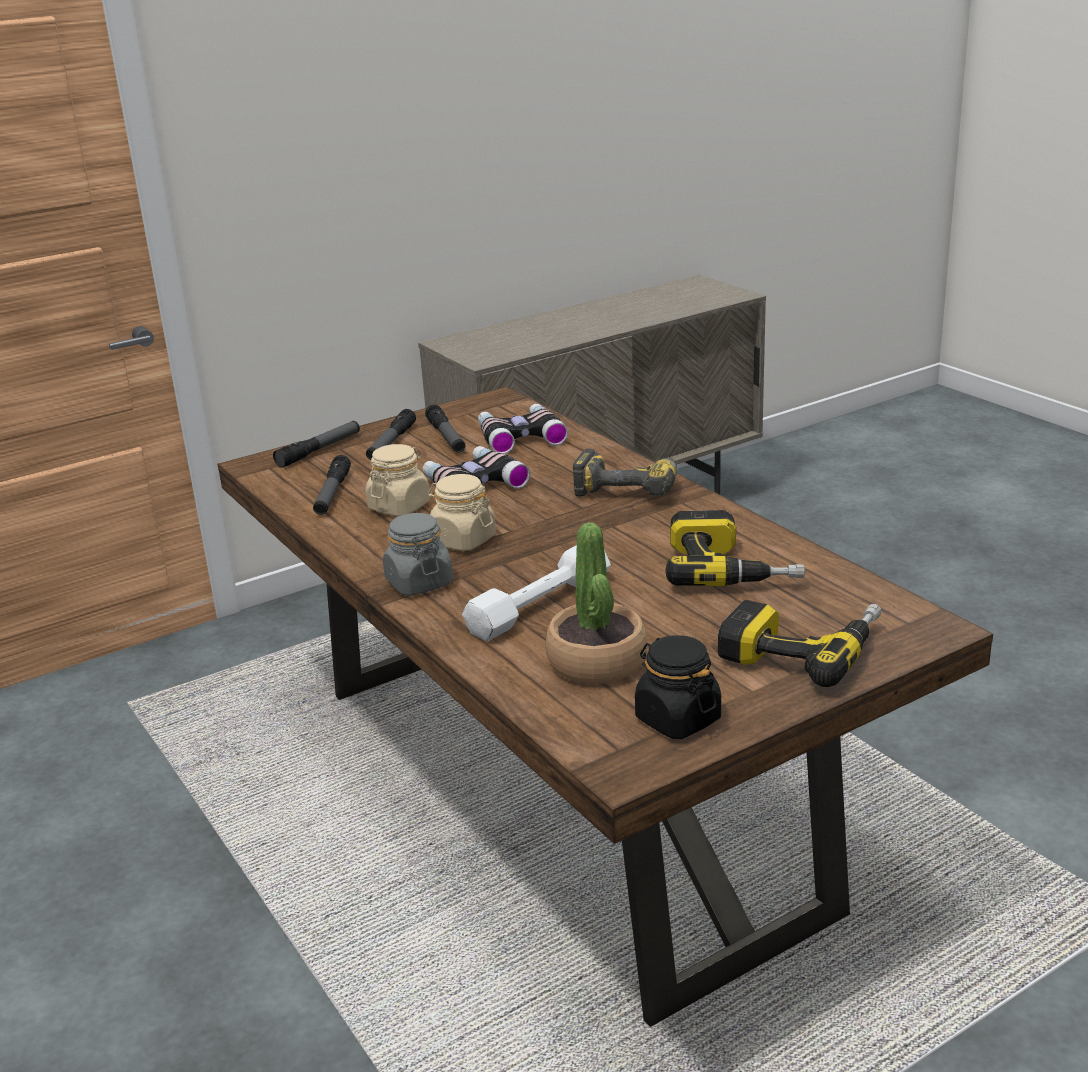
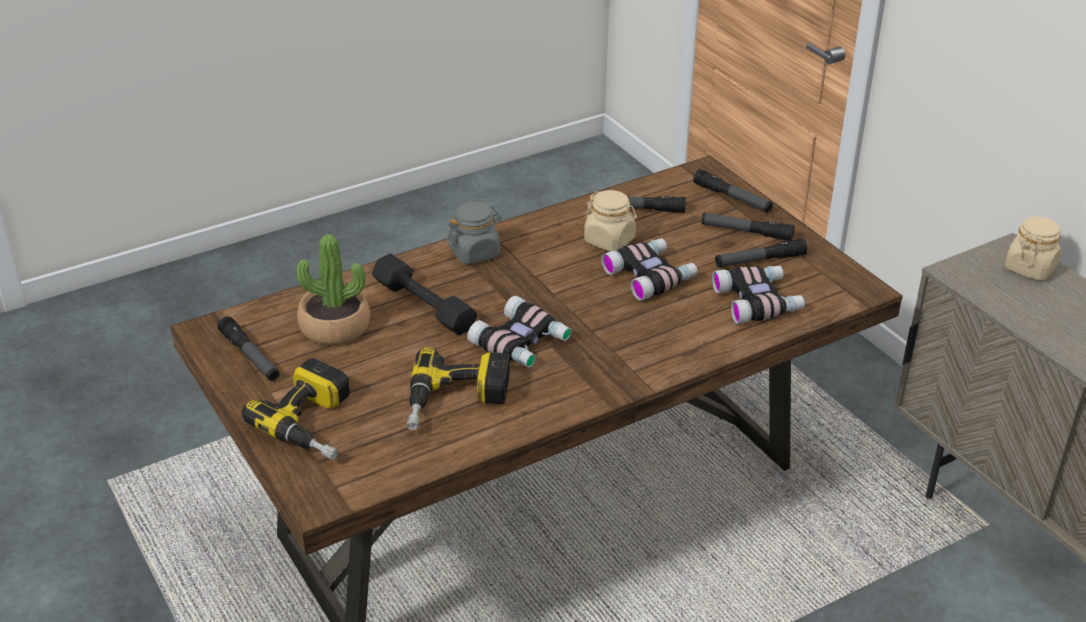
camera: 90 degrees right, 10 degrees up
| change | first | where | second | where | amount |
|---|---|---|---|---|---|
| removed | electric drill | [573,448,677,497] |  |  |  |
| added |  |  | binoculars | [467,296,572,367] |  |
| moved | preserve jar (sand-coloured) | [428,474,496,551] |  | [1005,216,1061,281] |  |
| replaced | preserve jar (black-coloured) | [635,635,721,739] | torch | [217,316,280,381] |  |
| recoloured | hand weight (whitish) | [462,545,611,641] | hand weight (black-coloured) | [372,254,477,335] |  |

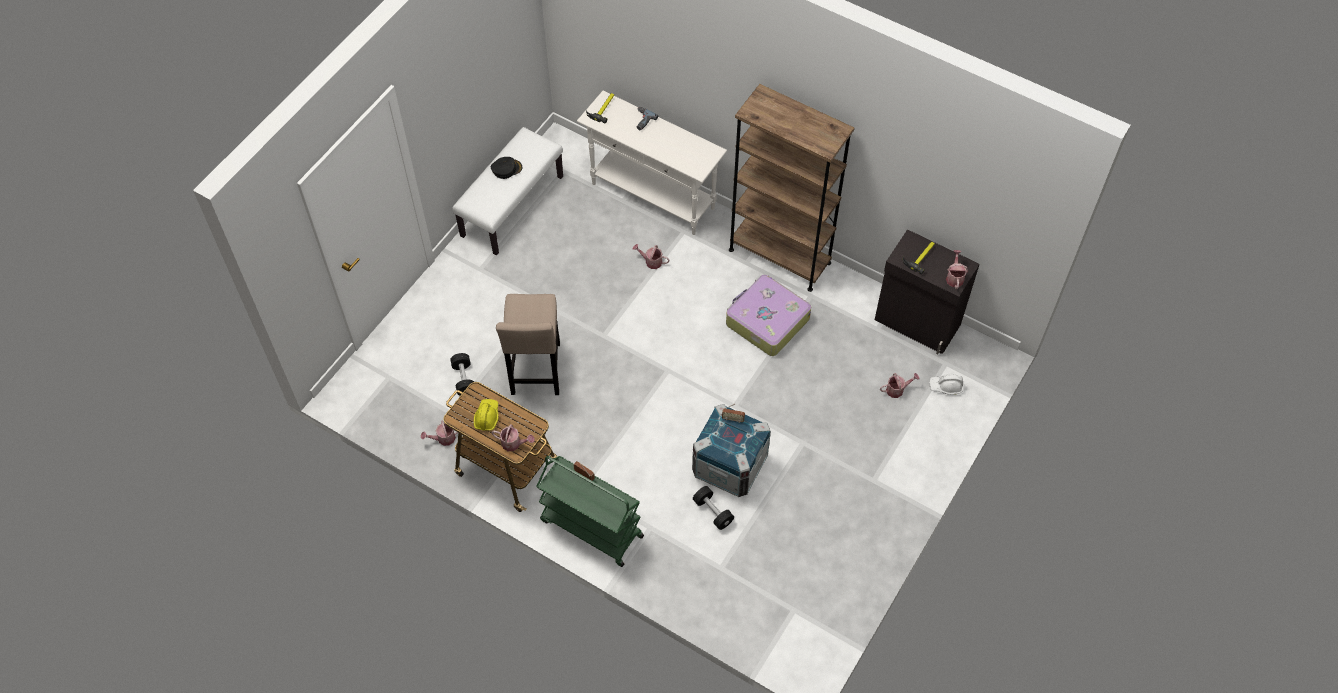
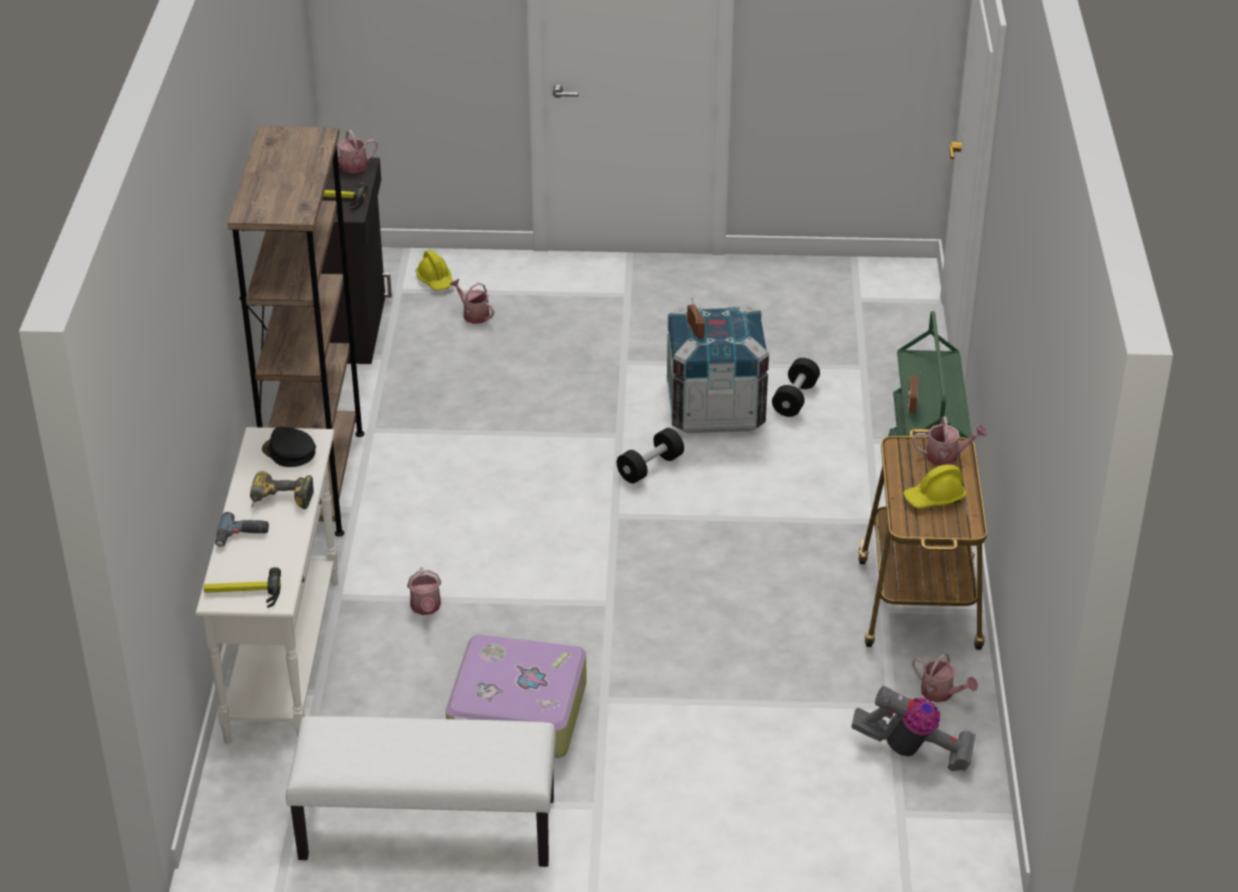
camera: 120 degrees left, 20 degrees down
| change | first | where | second | where | amount |
|---|---|---|---|---|---|
| removed | stool seat (sand-coloured) | [496,294,560,395] |  |  |  |
| added |  |  | electric drill | [250,471,314,509] |  |
| added |  |  | vacuum cleaner | [851,686,975,771] |  |
| moved | hand weight (black-coloured) | [450,353,474,396] |  | [617,428,684,483] |  |
| moved | cap (black-coloured) | [491,157,522,179] |  | [262,426,316,467] |  |
| moved | travel case | [726,275,811,356] |  | [446,635,587,758] |  |
| recoloured | safety helmet (whitish) | [929,373,963,395] | safety helmet (yellow) | [416,250,453,291] |  |
| turned | watering can | [492,424,535,451] |  | [912,416,987,466] | 105 degrees clockwise |

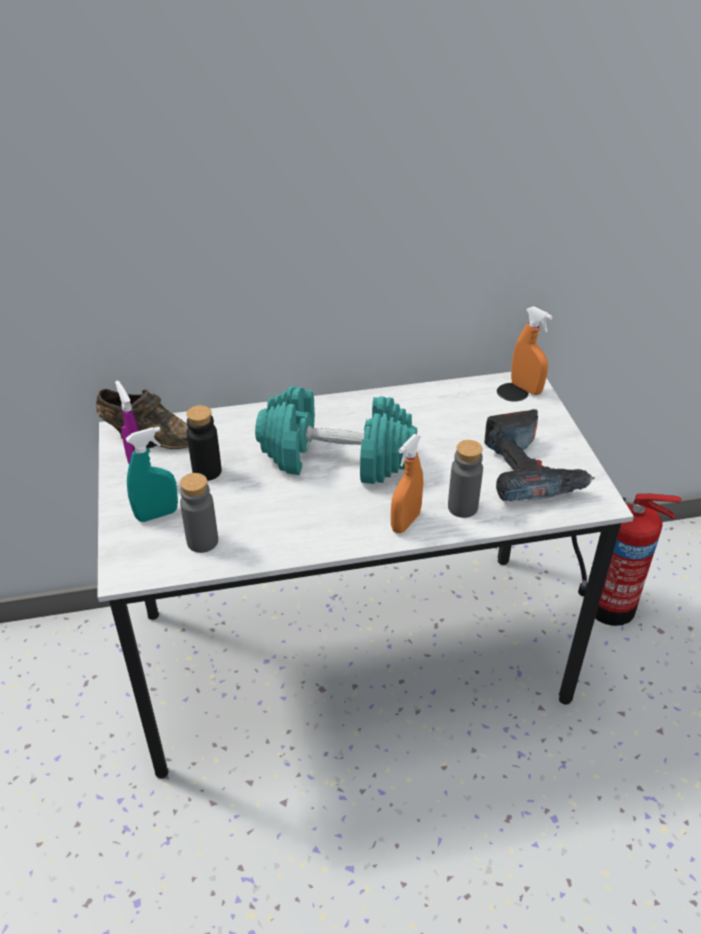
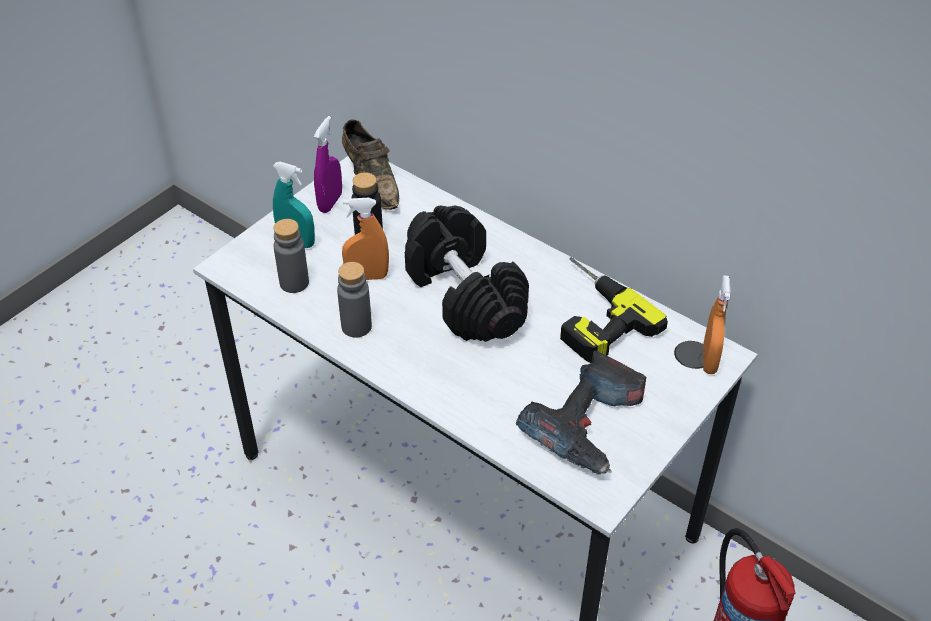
camera: 50 degrees right, 5 degrees up
| change | first | where | second | where | amount |
|---|---|---|---|---|---|
| added |  |  | electric drill | [560,258,668,363] |  |
| moved | spray bottle (orangey) | [391,434,423,533] |  | [342,198,389,280] |  |
| moved | bottle (grey) | [448,440,483,518] |  | [337,262,372,338] |  |
| recoloured | hand weight (blue-green) | [255,387,417,484] | hand weight (black-coloured) | [405,205,529,342] |  |

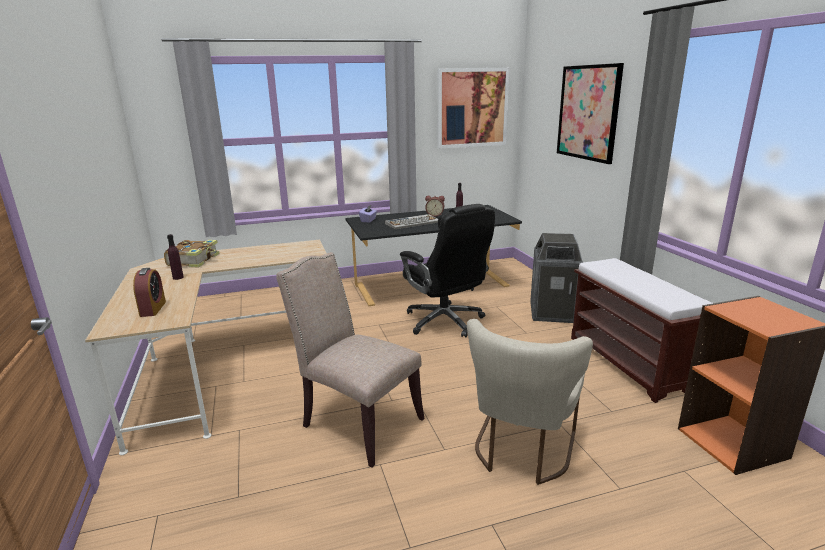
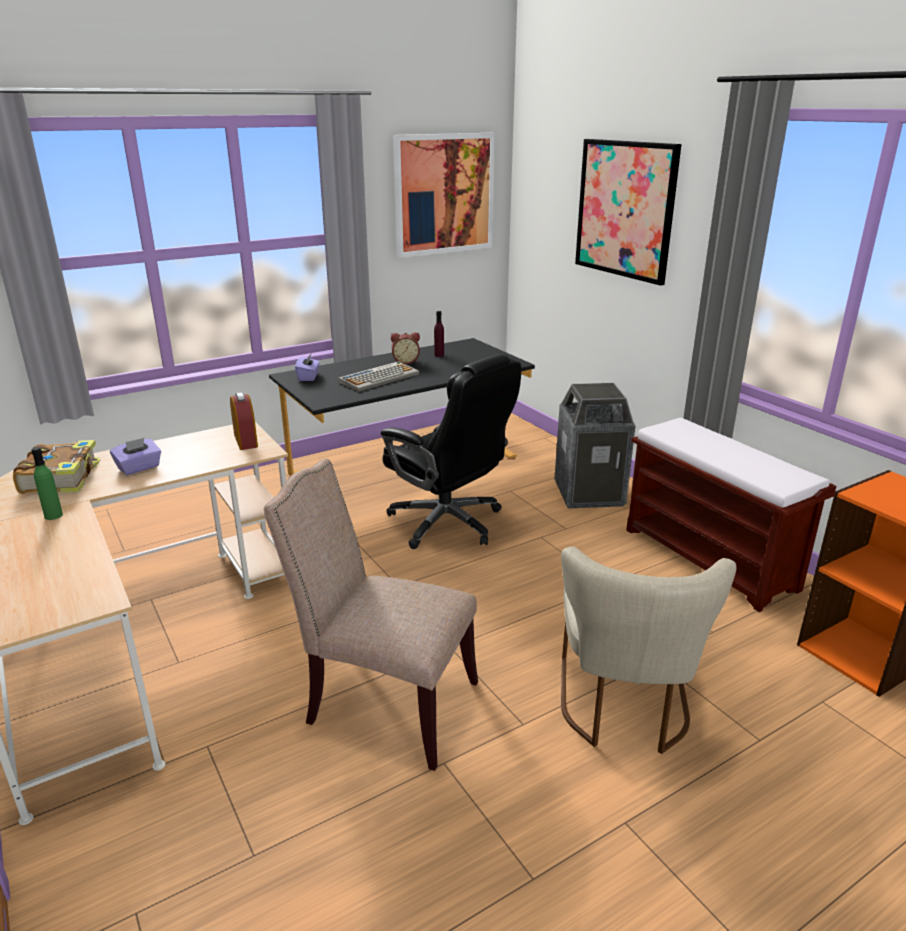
camera: 15 degrees left, 5 degrees up
| change | first | where | second | where | amount |
|---|---|---|---|---|---|
| added |  |  | tissue box (purple) | [110,438,161,475] |  |
| moved | table clock | [133,268,166,317] |  | [230,392,258,450] |  |
| recoloured | bottle (purple) | [167,234,184,280] | bottle (greenish) | [31,447,63,520] |  |

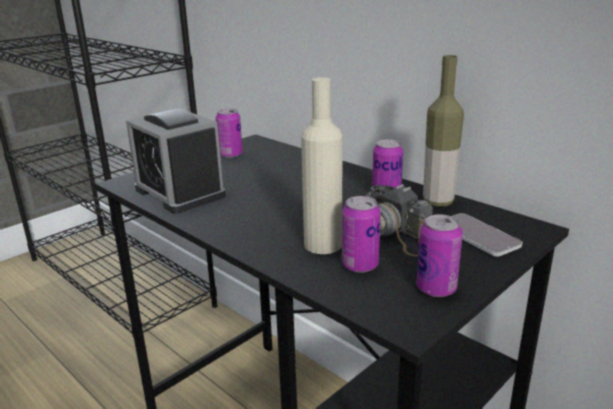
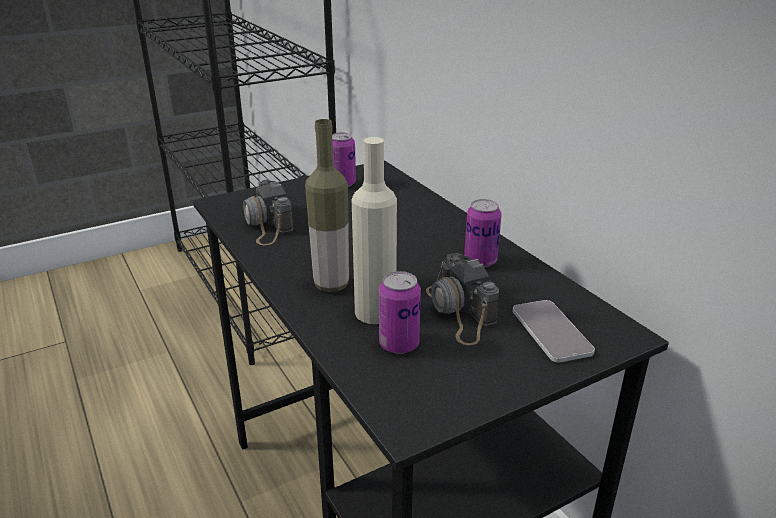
camera: 15 degrees right, 5 degrees up
| change | first | where | second | where | amount |
|---|---|---|---|---|---|
| removed | metal can | [417,214,463,297] |  |  |  |
| moved | bottle | [423,55,464,206] |  | [305,119,349,292] |  |
| replaced | table clock | [126,109,226,214] | still camera | [243,180,294,245] |  |

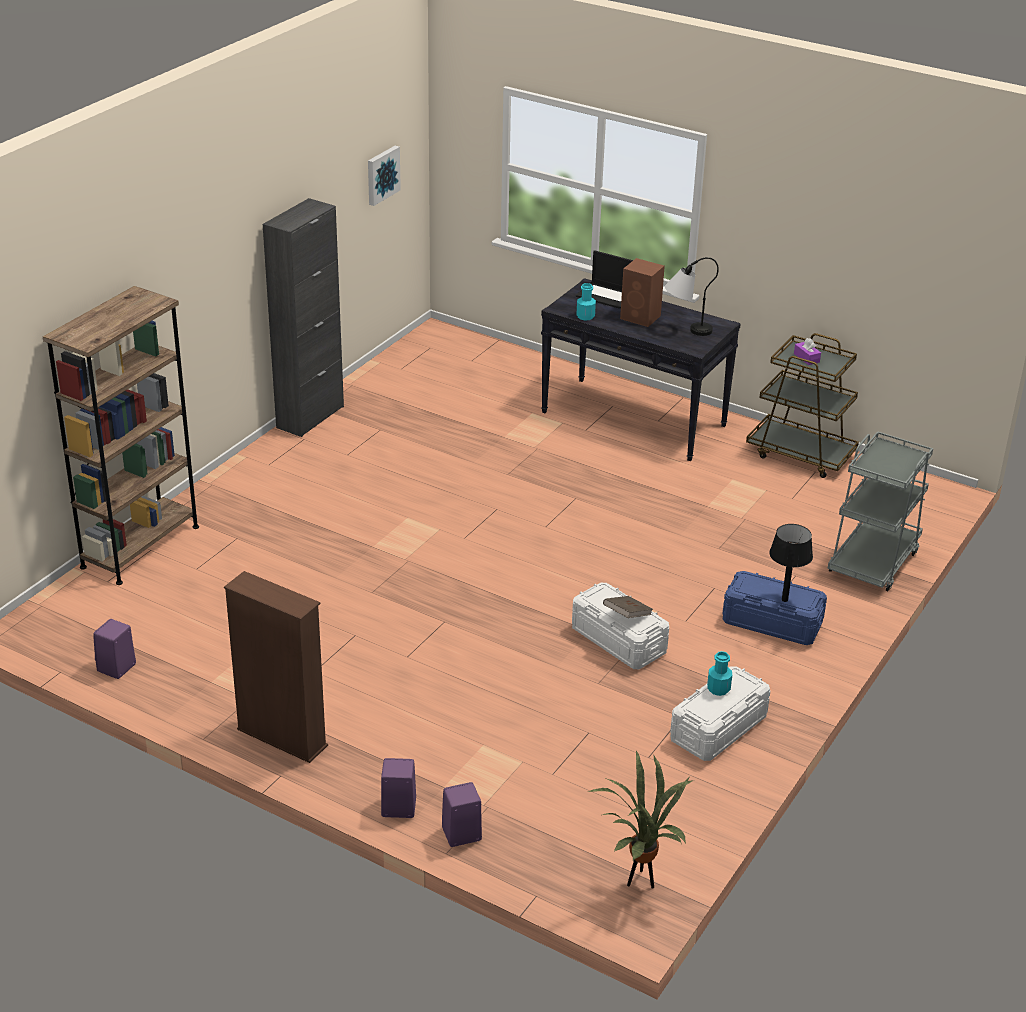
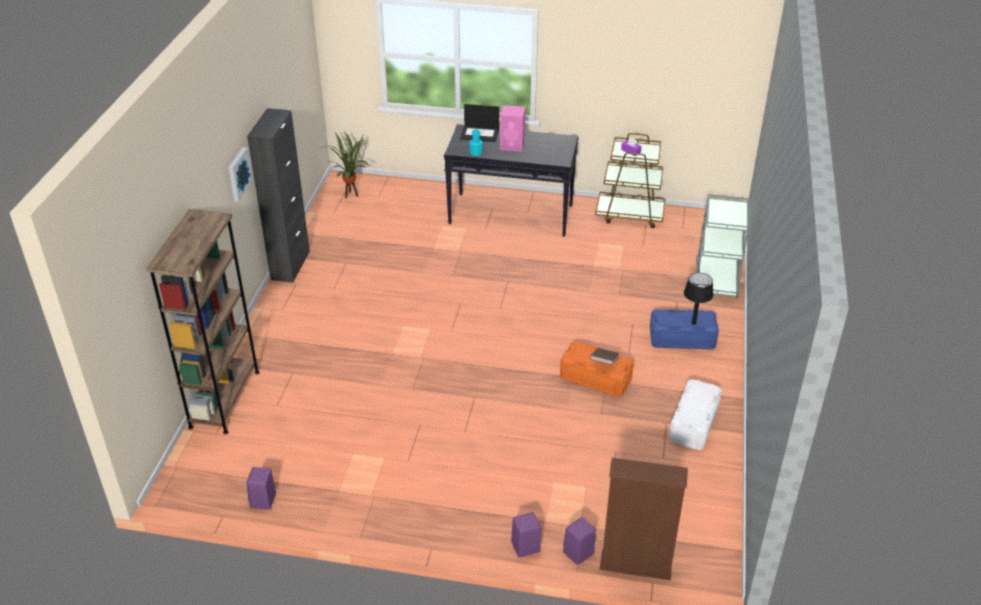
camera: 20 degrees left, 5 degrees up
| change | first | where | second | where | amount |
|---|---|---|---|---|---|
| removed | tabletop lamp | [665,257,719,336] |  |  |  |
| removed | bottle (blue-green) | [707,651,732,696] |  |  |  |
| moved | shelving unit (brown-coloured) | [224,571,328,763] |  | [600,458,688,581] |  |
| moved | wall picture | [368,146,401,206] |  | [228,147,253,202] |  |
| moved | houseplant | [588,749,692,889] |  | [320,132,368,199] |  |
| recoloured | storage container (whitish) | [572,583,669,669] | storage container (orangey) | [560,341,634,397] |  |
| recoloured | loudspeaker (brown-coloured) | [620,258,665,327] | loudspeaker (pinkish) | [500,105,526,152] |  |

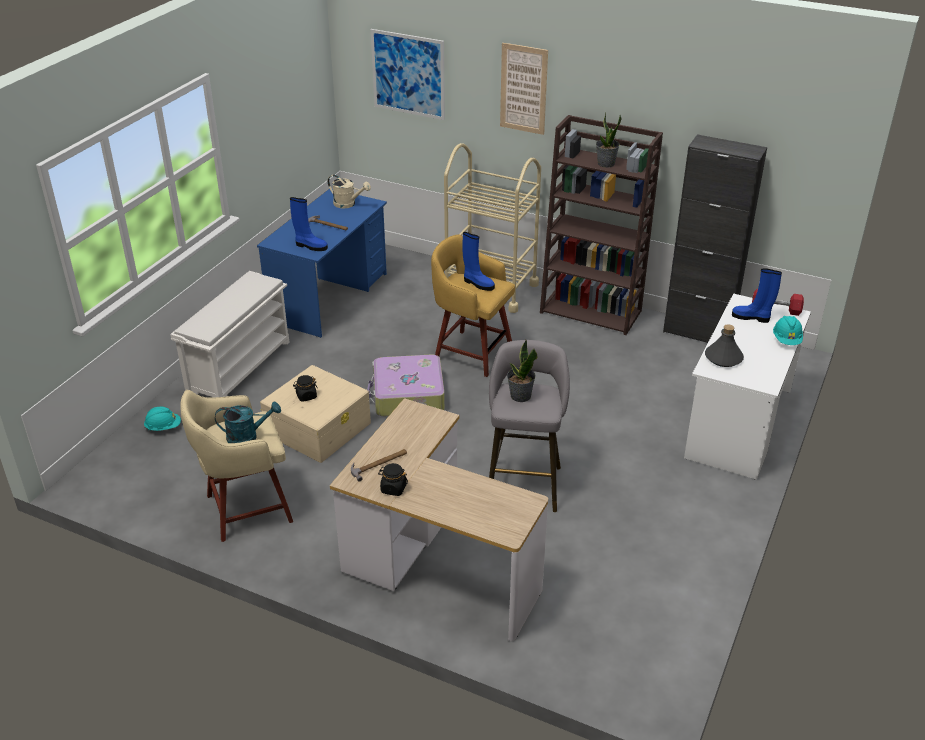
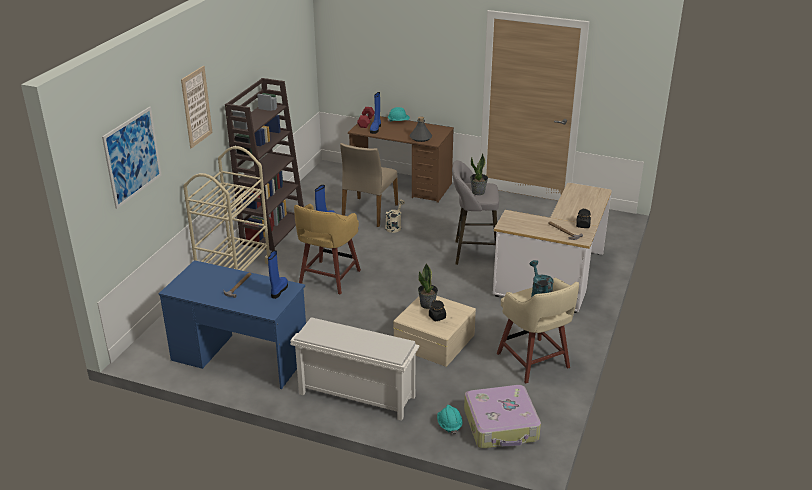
camera: 95 degrees left, 5 degrees down
| change | first | where | second | where | amount |
|---|---|---|---|---|---|
| removed | cupboard (black-coloured) | [663,134,767,343] |  |  |  |
| added |  |  | upright chair (sand-coloured) | [340,143,398,227] |  |
| moved | watering can (sand-coloured) | [328,175,371,208] |  | [385,200,405,233] |  |
| moved | travel case | [367,355,445,416] |  | [464,385,541,449] |  |
| moved | houseplant | [596,112,622,168] |  | [418,263,438,309] |  |
| recoloured | desk (whitish) | [684,293,811,480] | desk (brown-coloured) | [348,115,454,203] |  |

